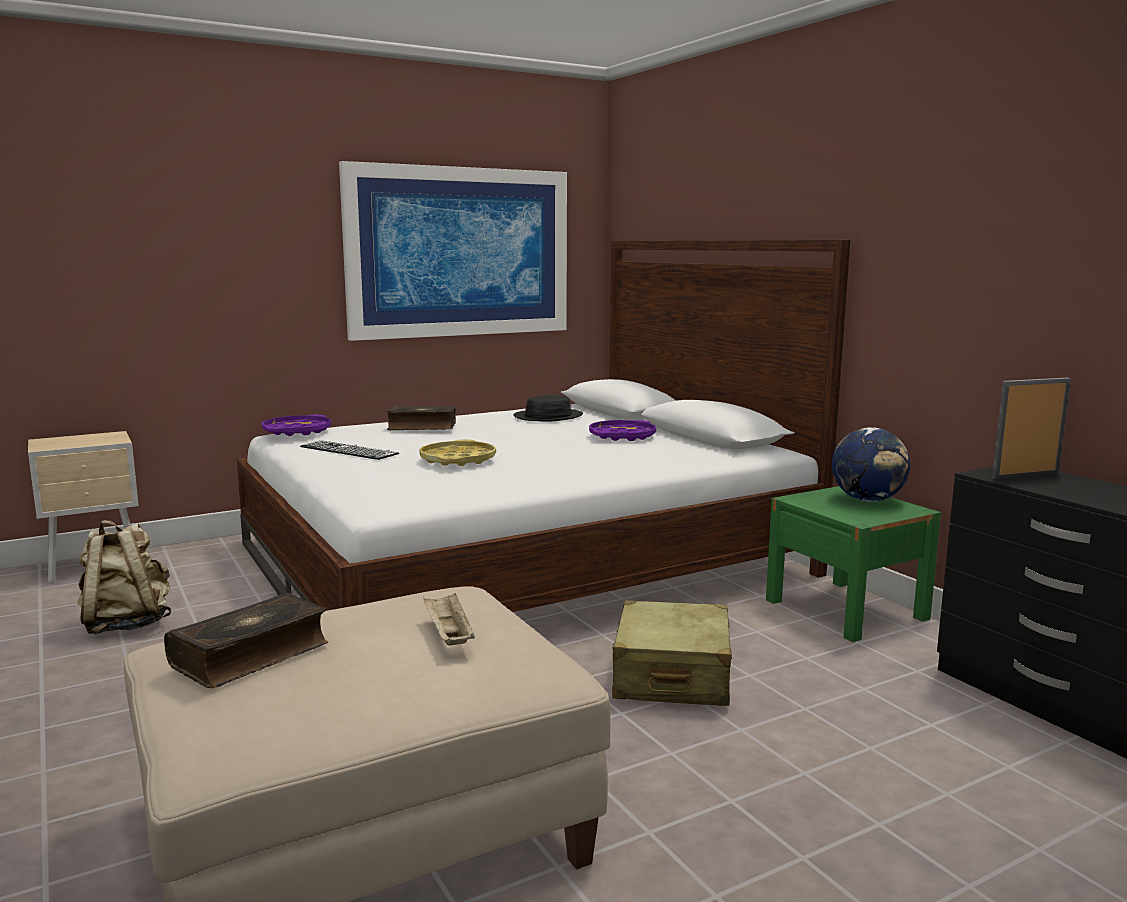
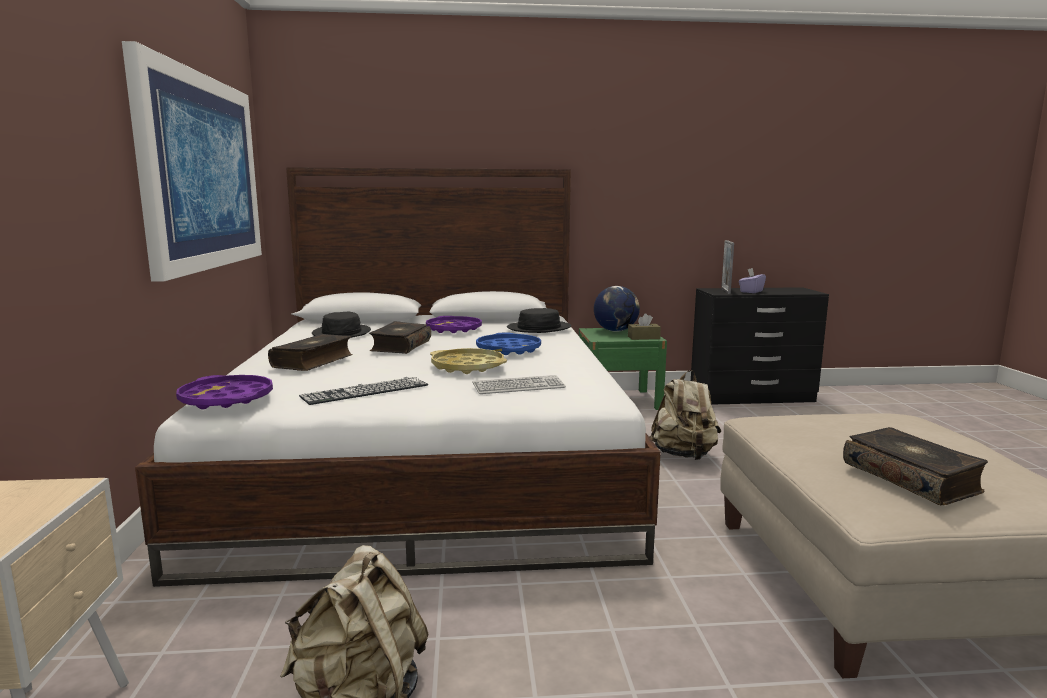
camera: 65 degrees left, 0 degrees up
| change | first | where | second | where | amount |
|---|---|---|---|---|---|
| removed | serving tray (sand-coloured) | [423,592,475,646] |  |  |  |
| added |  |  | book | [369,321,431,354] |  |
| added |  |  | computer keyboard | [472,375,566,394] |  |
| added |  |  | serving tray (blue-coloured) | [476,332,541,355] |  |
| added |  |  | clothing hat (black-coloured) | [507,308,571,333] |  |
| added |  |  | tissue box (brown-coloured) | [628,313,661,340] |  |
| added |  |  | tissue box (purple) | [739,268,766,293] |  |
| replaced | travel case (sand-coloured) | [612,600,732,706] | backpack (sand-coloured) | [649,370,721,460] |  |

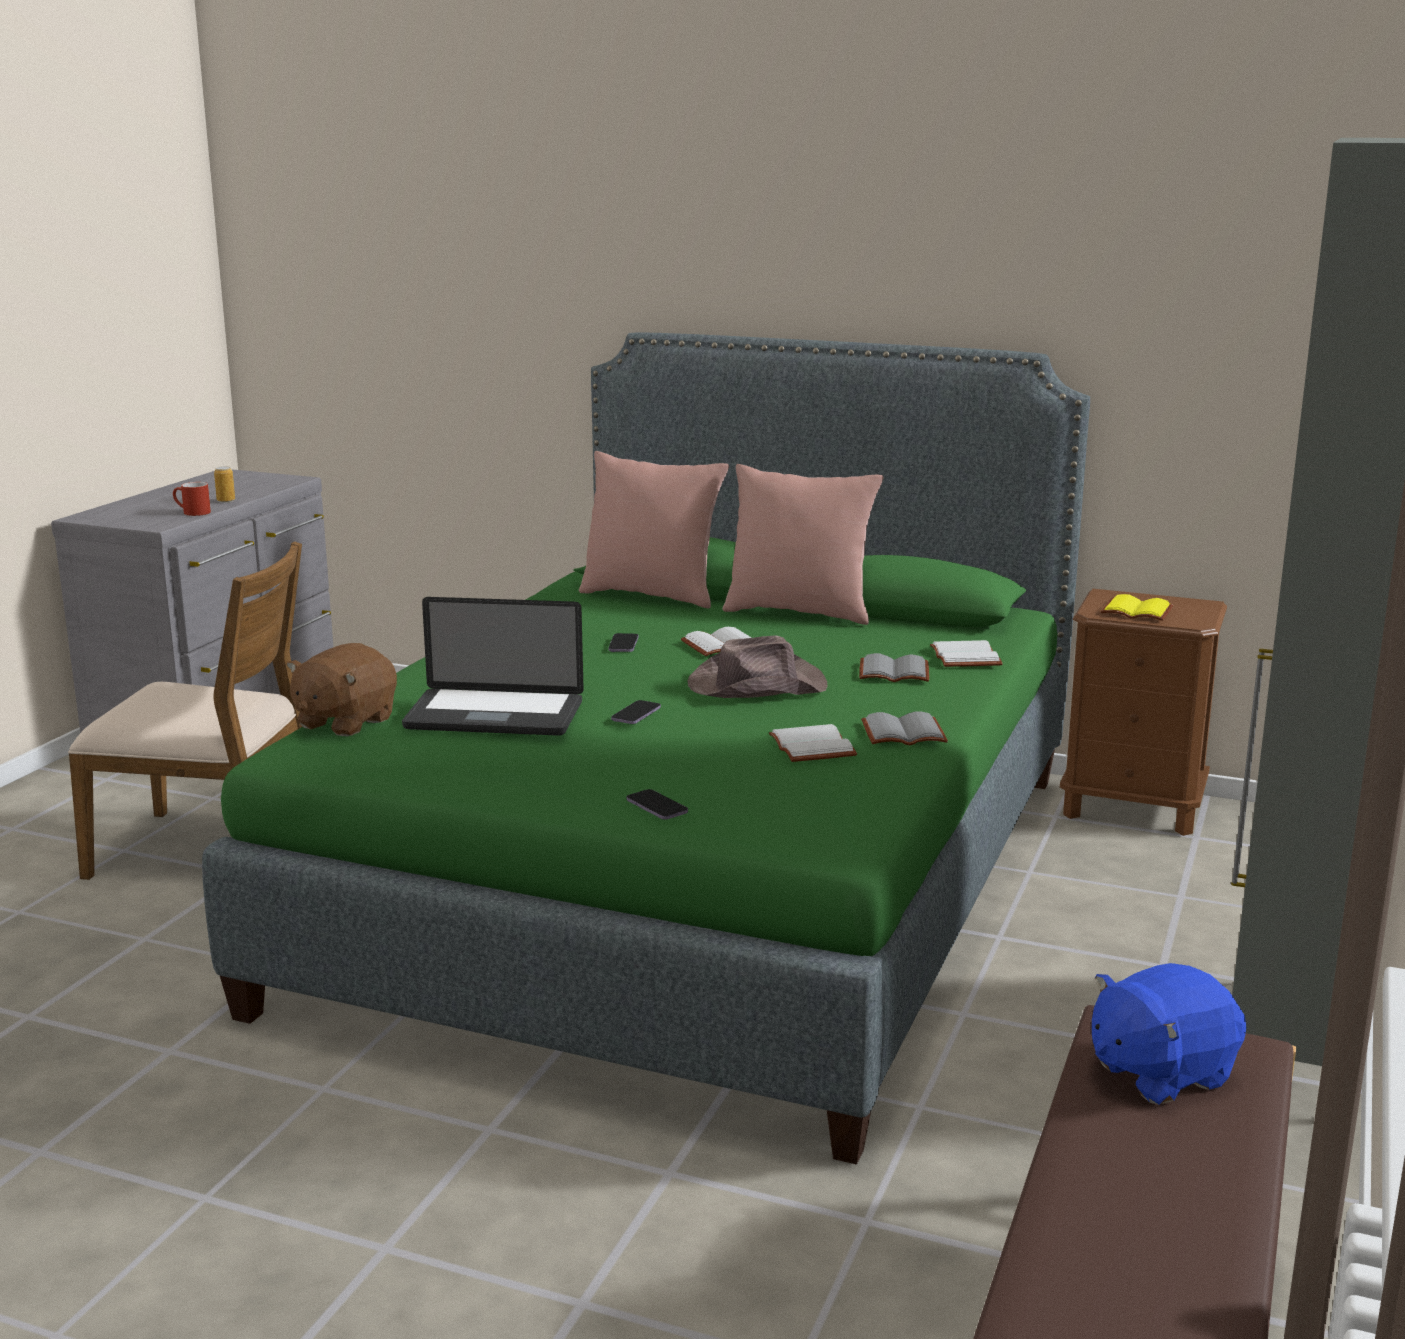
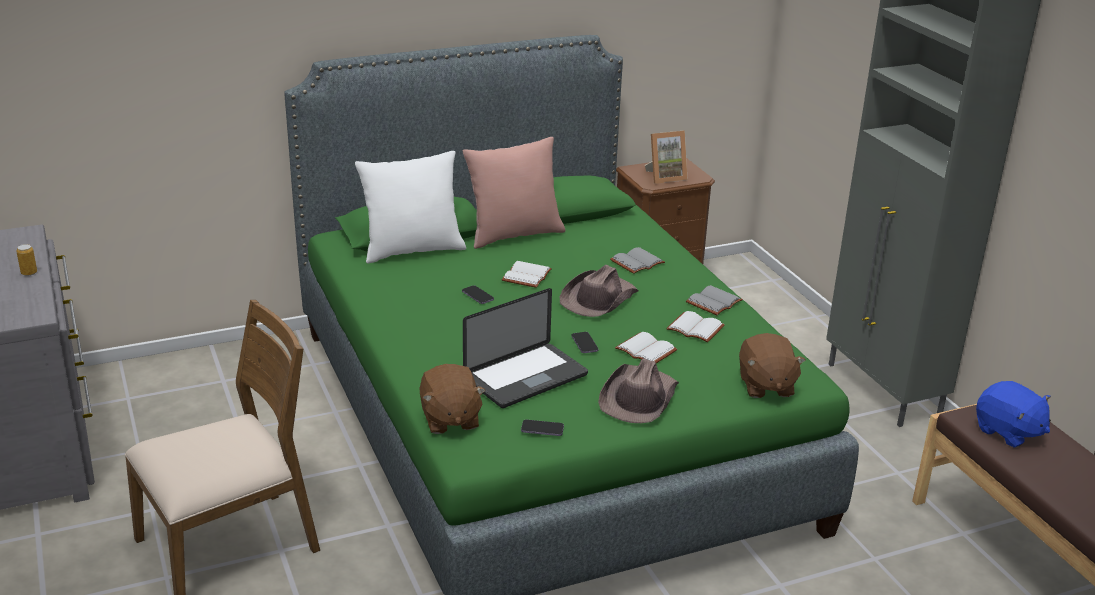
camera: 45 degrees left, 10 degrees up
| change | first | where | second | where | amount |
|---|---|---|---|---|---|
| removed | mug (red) | [173,482,211,516] |  |  |  |
| added |  |  | clothing hat (brown-coloured) | [598,359,679,423] |  |
| added |  |  | plush toy (brown-coloured) | [739,333,806,398] |  |
| moved | telephone | [627,789,688,820] |  | [521,420,564,436] |  |
| moved | book (whitish) | [930,640,1003,667] |  | [615,332,677,363] |  |
| replaced | book (yellow) | [1101,594,1174,621] | picture frame | [645,131,688,184] |  |
| recoloured | pillow (pinkish) | [579,451,729,608] | pillow (whitish) | [355,151,466,264] |  |
| turned | plush toy (blue-coloured) | [1092,963,1247,1105] |  | [976,381,1051,448] | 60 degrees counterclockwise |

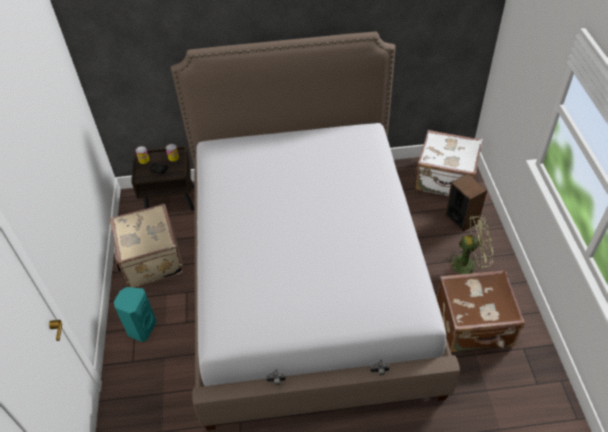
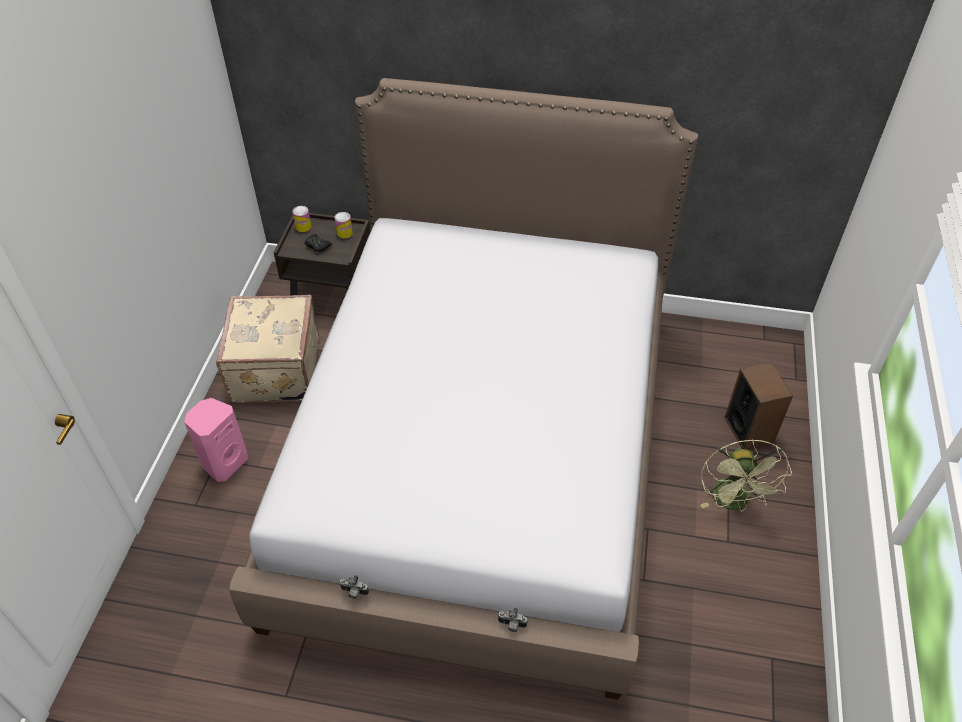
camera: 15 degrees right, 0 degrees up
| change | first | where | second | where | amount |
|---|---|---|---|---|---|
| removed | travel case (whitish) | [416,130,483,196] |  |  |  |
| removed | travel case (brown-coloured) | [436,270,525,353] |  |  |  |
| recoloured | loudspeaker (blue-green) | [114,287,157,342] | loudspeaker (pinkish) | [184,398,248,482] |  |
| turned | electric fan (greenish) | [444,215,493,274] |  | [700,439,792,512] | 75 degrees clockwise |

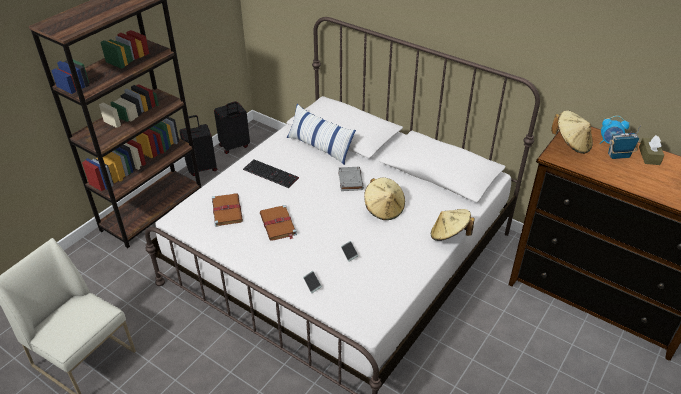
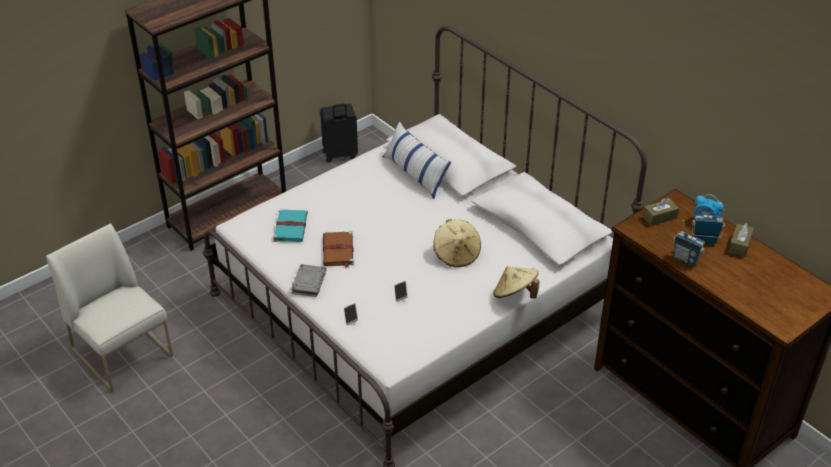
camera: 15 degrees right, 0 degrees up
| change | first | where | second | where | amount |
|---|---|---|---|---|---|
| removed | travel case (black-coloured) | [179,115,217,176] |  |  |  |
| removed | computer keyboard | [243,159,299,188] |  |  |  |
| added |  |  | radio receiver | [673,220,705,266] |  |
| moved | book (grey) | [339,167,364,191] |  | [291,264,327,297] |  |
| replaced | clothing hat (sand-coloured) | [551,110,593,154] | tissue box (brown-coloured) | [643,198,679,226] |  |
| recoloured | book (brown-coloured) | [212,193,243,227] | book (blue-green) | [273,209,308,242] |  |

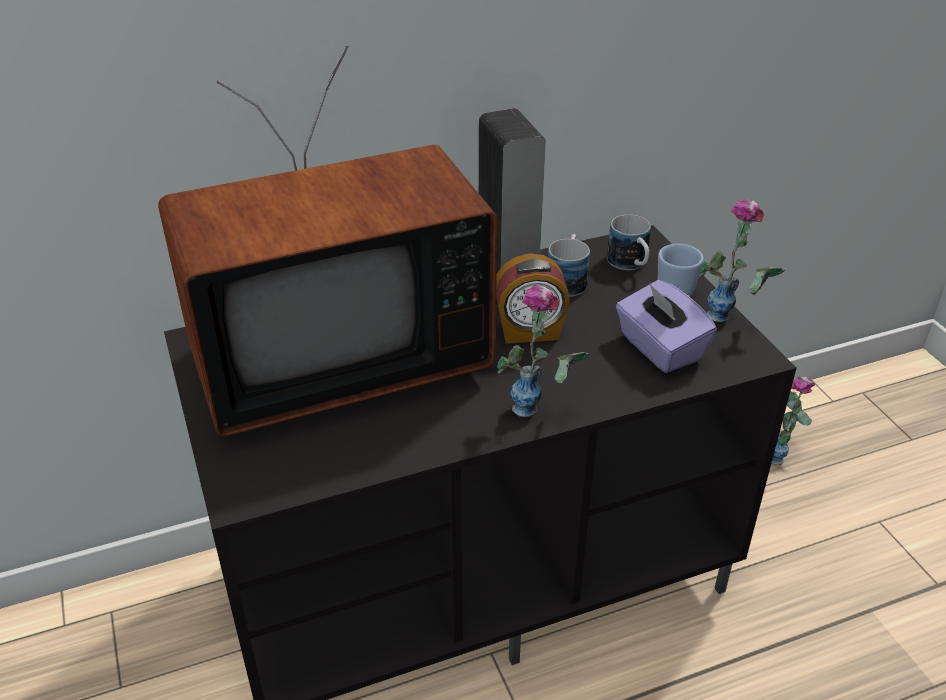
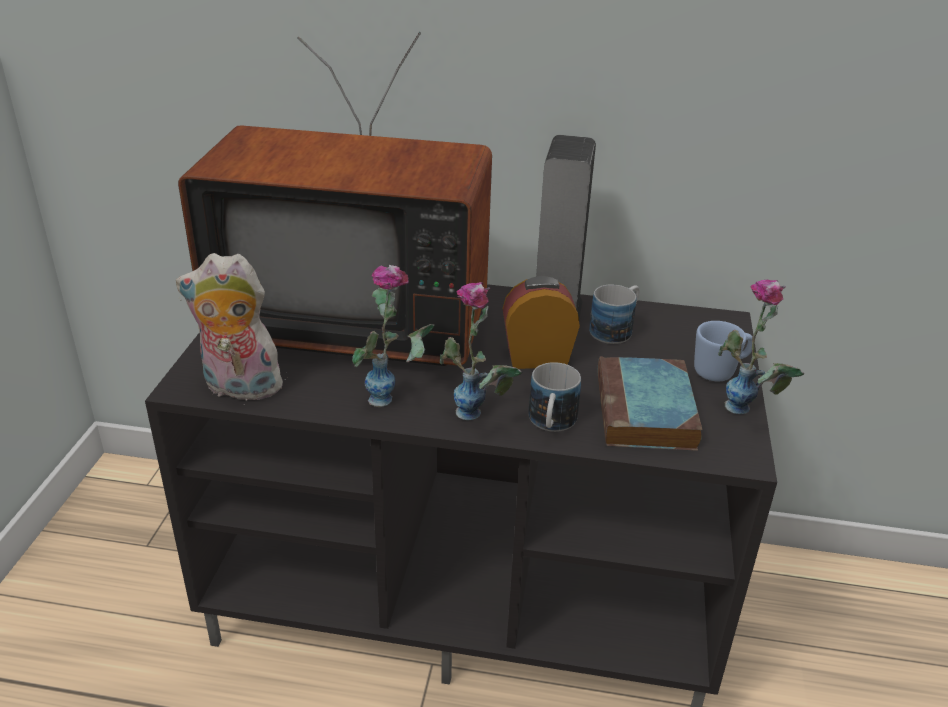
camera: 30 degrees right, 5 degrees down
| change | first | where | second | where | amount |
|---|---|---|---|---|---|
| added |  |  | plush toy | [176,253,289,401] |  |
| moved | mug | [607,214,651,270] |  | [528,362,581,432] |  |
| moved | decorative vase | [771,376,815,465] |  | [352,265,435,407] |  |
| replaced | tissue box (purple) | [616,280,717,373] | book | [598,356,702,451] |  |
| turned | table clock | [496,253,570,344] |  | [503,276,580,369] | 150 degrees clockwise |

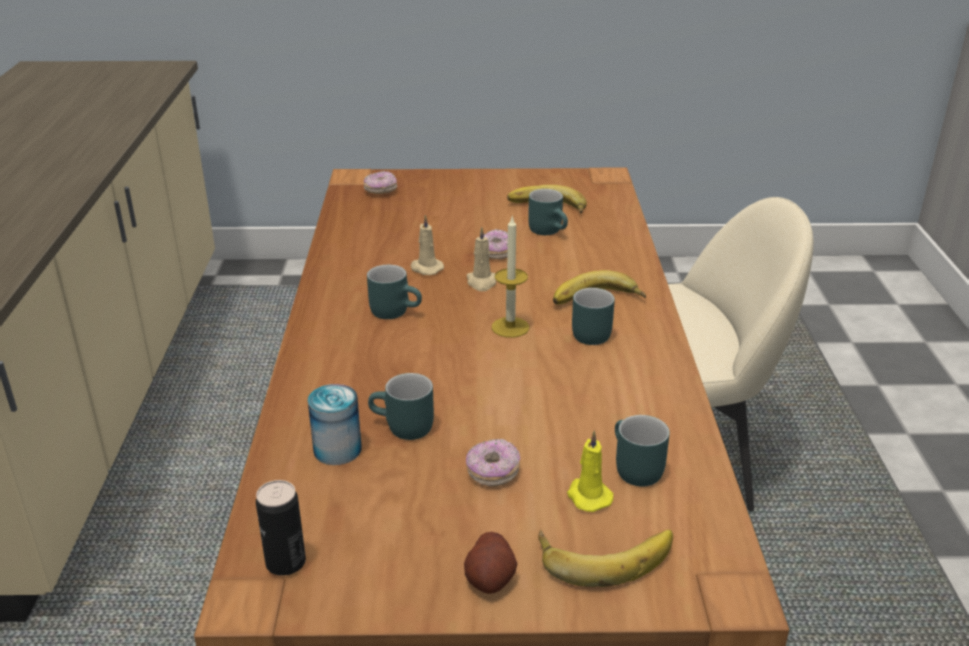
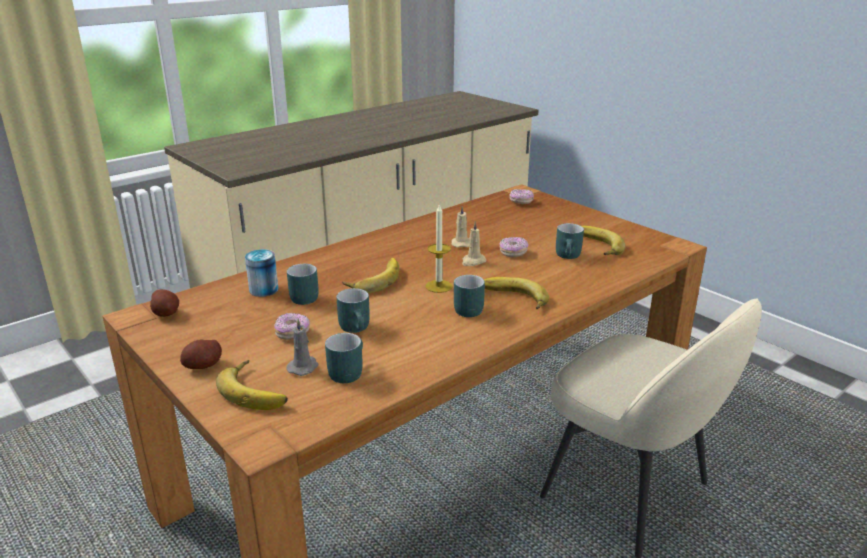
camera: 50 degrees right, 5 degrees down
| change | first | where | second | where | amount |
|---|---|---|---|---|---|
| added |  |  | banana | [342,258,399,293] |  |
| moved | mug (blue-green) | [367,265,422,319] |  | [337,288,370,333] |  |
| replaced | metal can | [256,480,306,576] | whole potato | [150,289,179,317] |  |
| recoloured | wax candle (yellow) | [567,431,613,512] | wax candle (grey) | [286,318,318,376] |  |

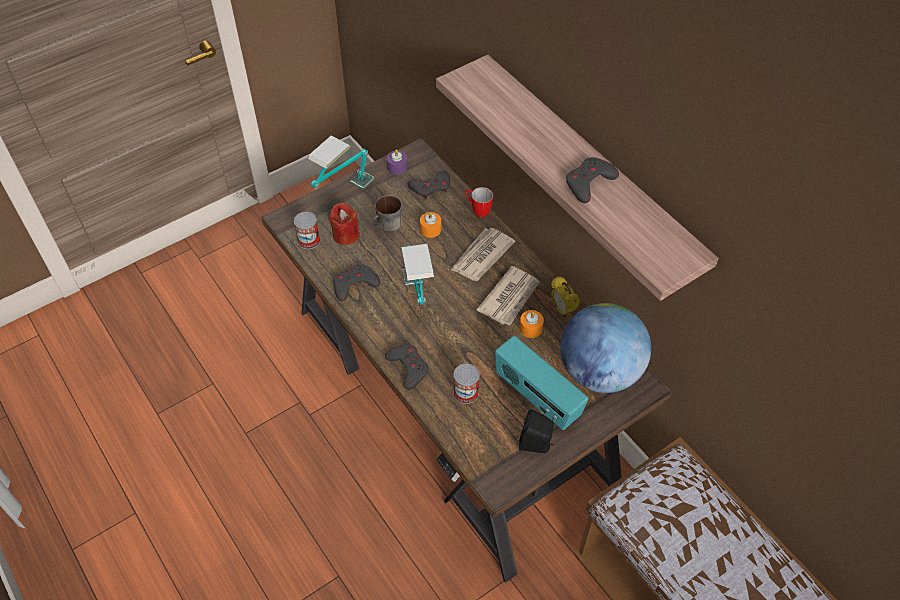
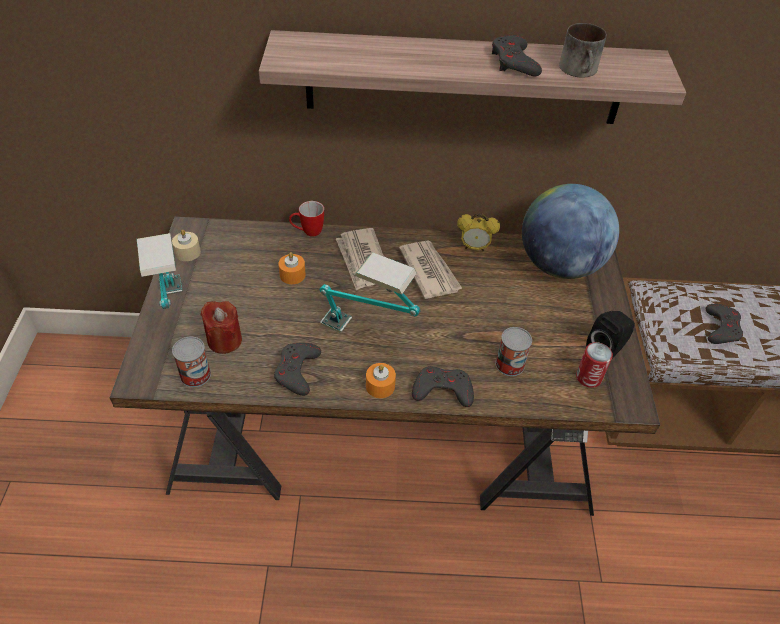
camera: 55 degrees left, 5 degrees down
| change | first | where | second | where | amount |
|---|---|---|---|---|---|
| removed | radio receiver | [495,336,588,430] |  |  |  |
| added |  |  | metal can | [576,342,613,388] |  |
| moved | mug | [371,195,402,232] |  | [559,23,607,78] |  |
| moved | joypad (grey) | [408,170,450,199] |  | [706,304,743,344] |  |
| moved | wax candle (orangey) | [520,310,544,338] |  | [366,363,396,398] |  |
| recoloured | wax candle (purple) | [387,149,408,175] | wax candle (sand-coloured) | [172,230,201,261] |  |

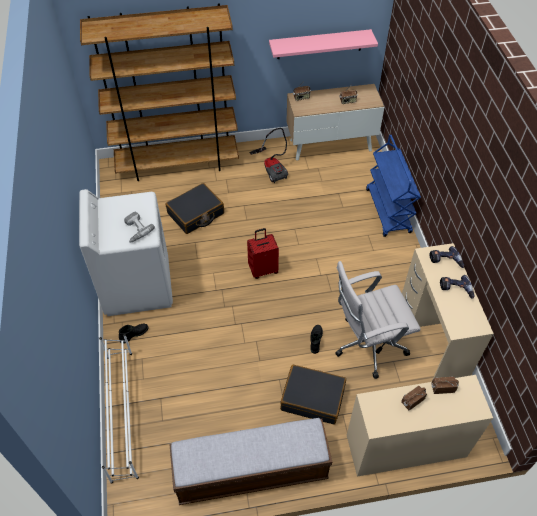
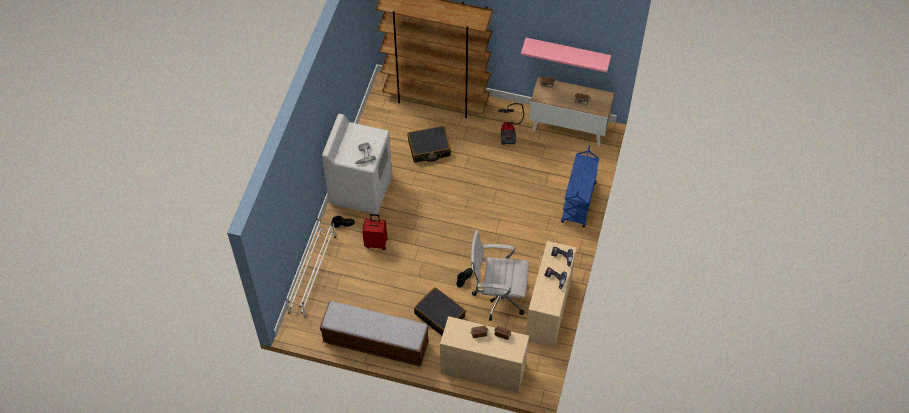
camera: 25 degrees right, 5 degrees up
| change | first | where | second | where | amount |
|---|---|---|---|---|---|
| moved | travel case (red) | [247,228,279,279] |  | [362,214,388,250] |  |

